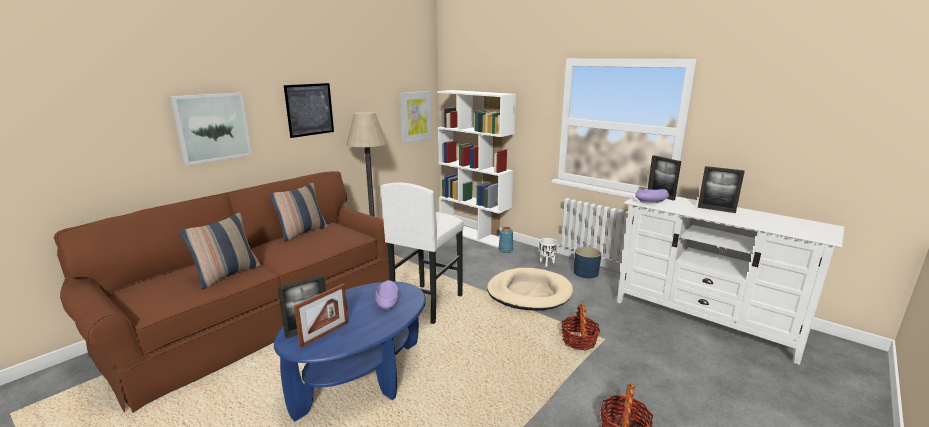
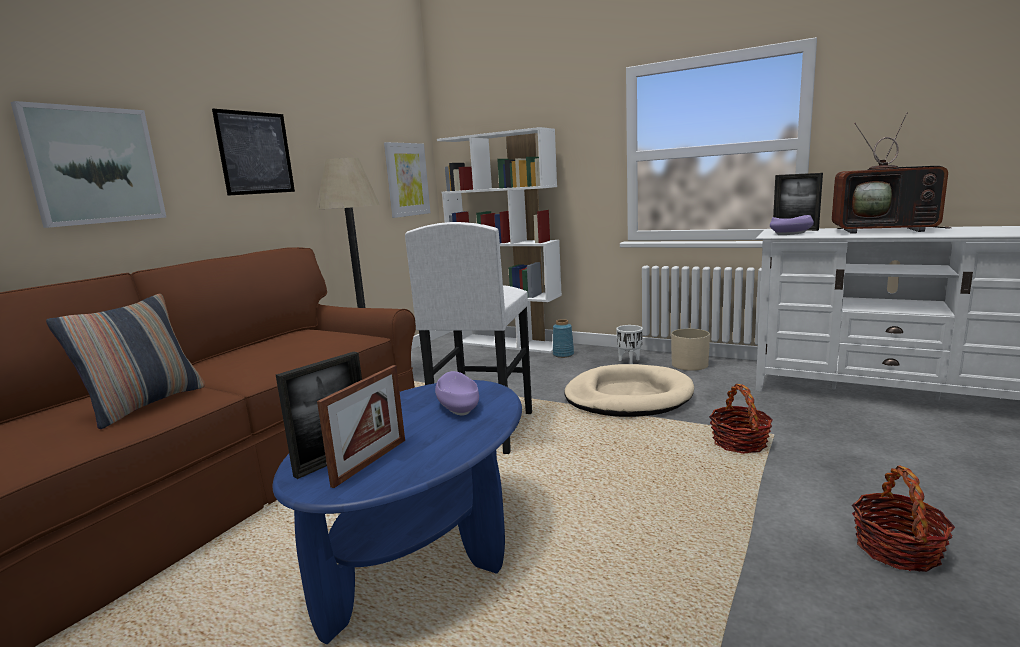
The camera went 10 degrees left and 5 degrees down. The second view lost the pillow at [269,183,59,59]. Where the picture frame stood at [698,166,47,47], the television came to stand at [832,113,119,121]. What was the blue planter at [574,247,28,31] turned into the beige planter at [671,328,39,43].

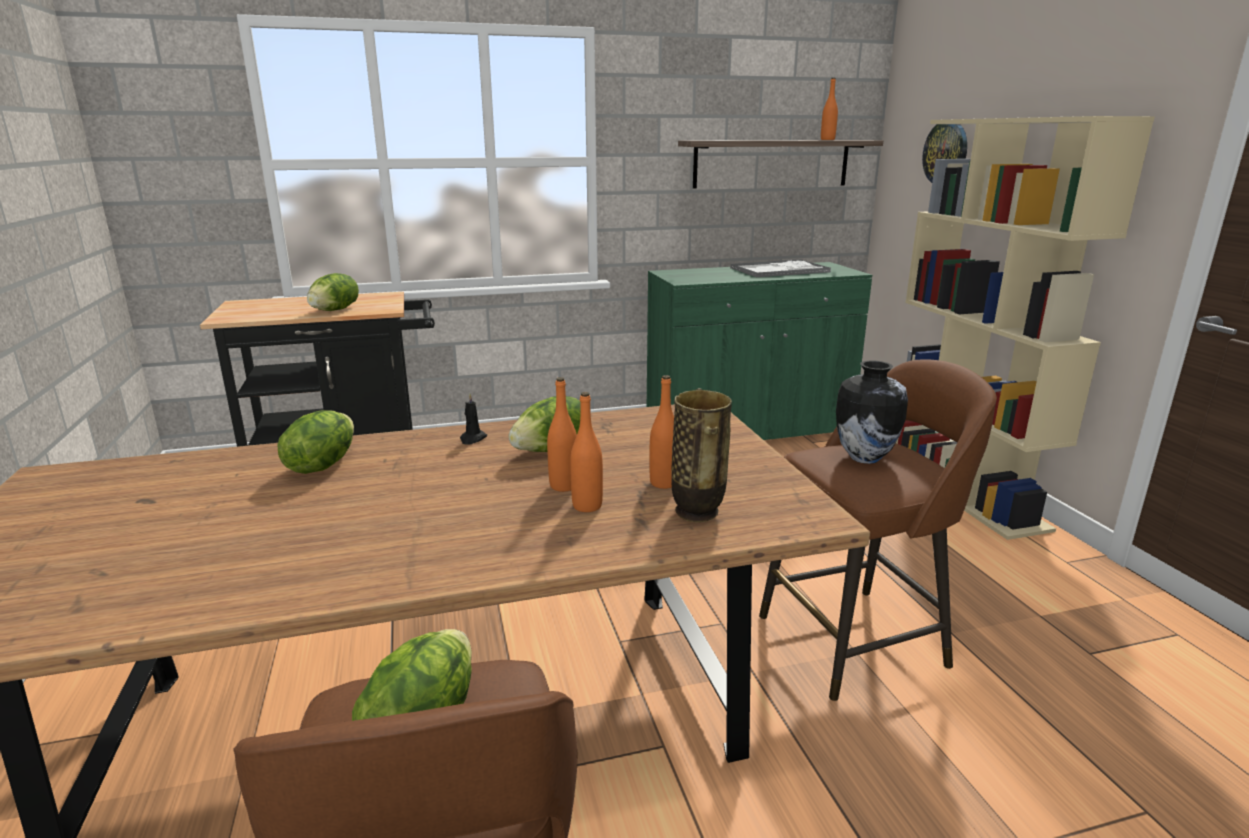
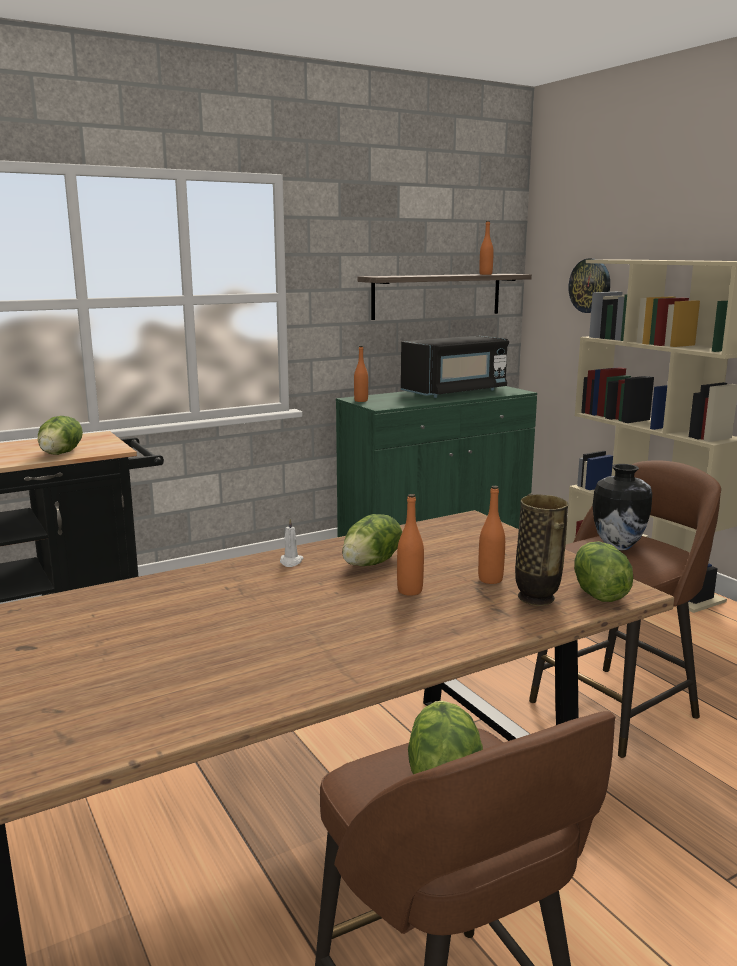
The camera went 15 degrees left and 5 degrees down. The lettuce ended up elsewhere, having gone from [278,410,76,64] to [574,541,59,61]. The orange bottle ended up elsewhere, having gone from [570,392,33,120] to [354,346,14,56]. Where the tray stood at [730,259,101,19], the black microwave came to stand at [401,335,108,63]. What was the black candle at [460,393,27,52] turned into the white candle at [280,519,23,48].

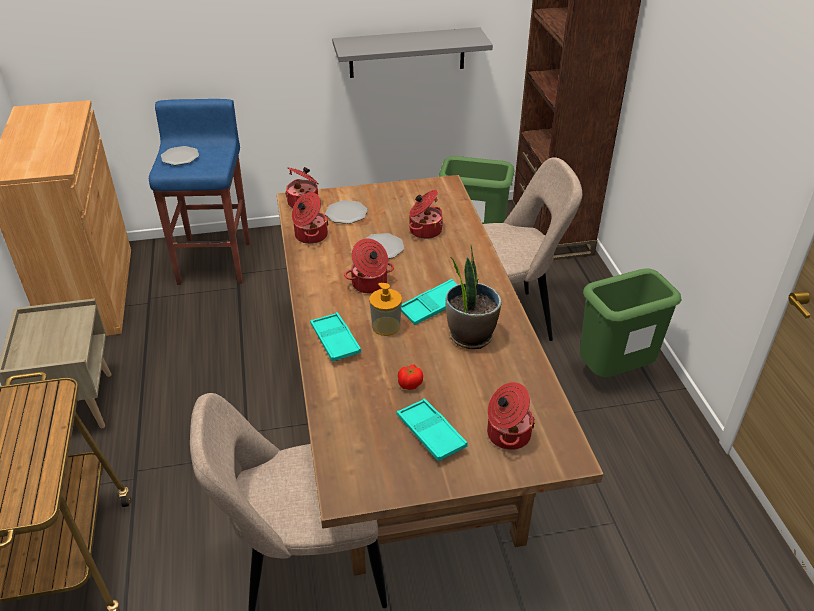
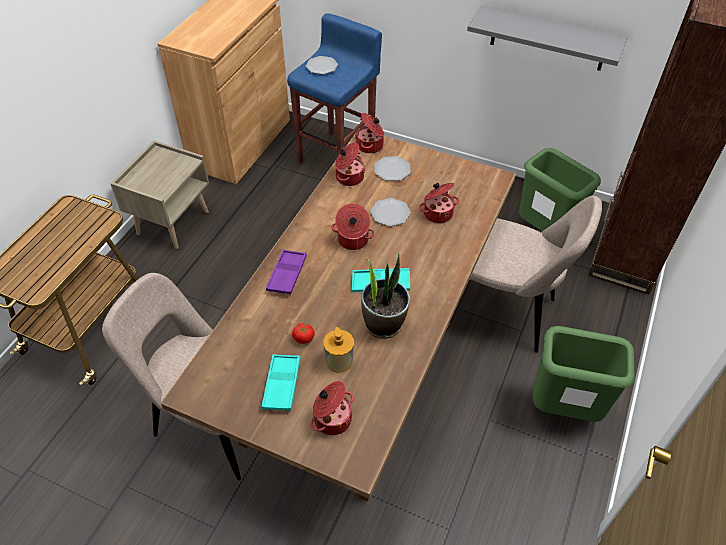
The camera went 35 degrees right and 10 degrees up. The soap dispenser ended up elsewhere, having gone from [369,283,33,53] to [323,327,31,45]. What was the turquoise tray at [310,312,51,50] turned into the purple tray at [266,249,41,45].

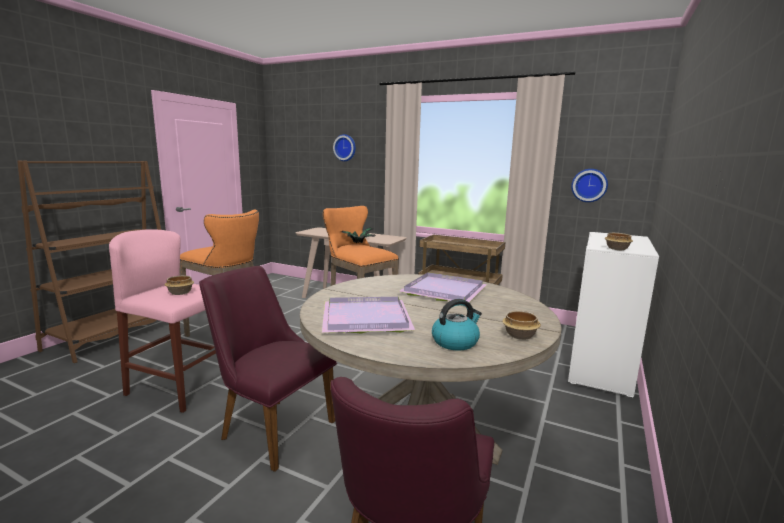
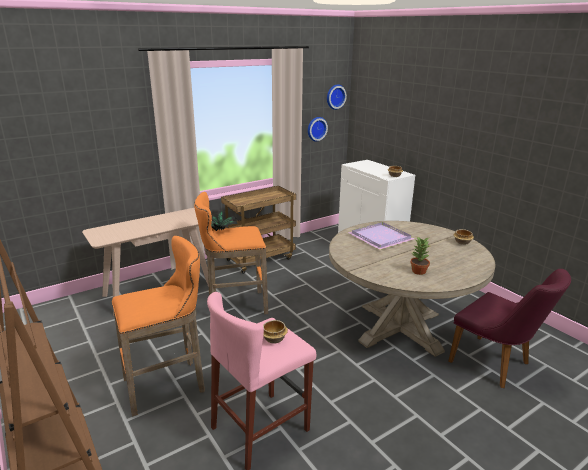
The camera went 60 degrees left and 10 degrees up. The second view lost the purple chair at [199,266,138,206]. The second view lost the kettle at [432,299,50,51]. The wall clock ended up elsewhere, having gone from [333,134,23,27] to [327,84,20,26]. Where the purple tray stood at [322,297,93,37], the potted plant came to stand at [410,237,20,38].

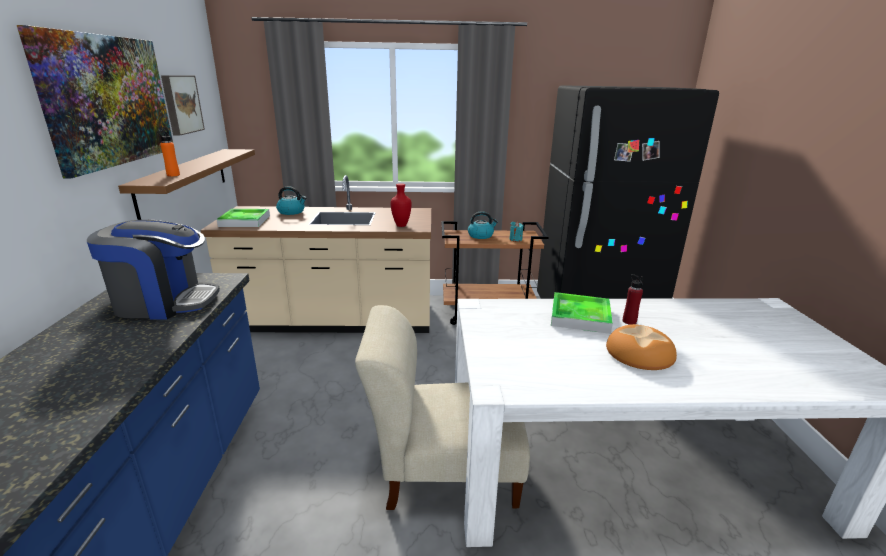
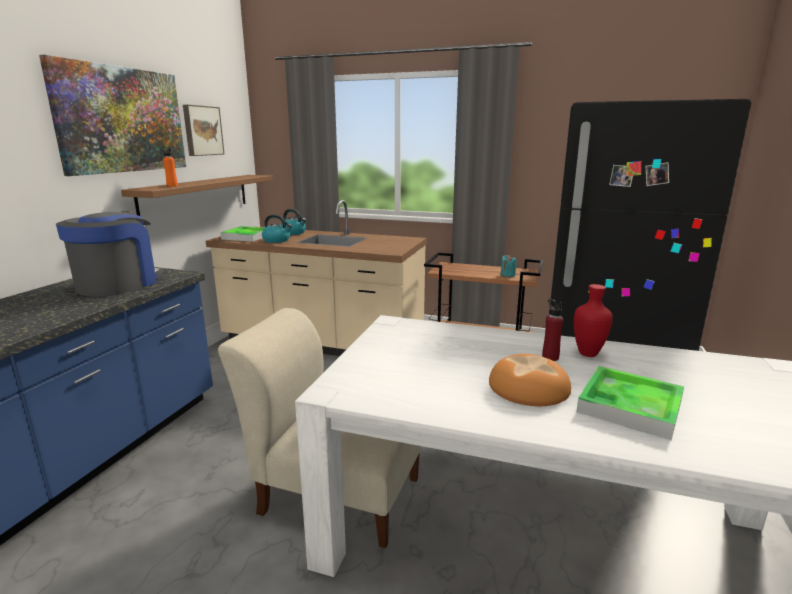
The camera went 20 degrees right and 5 degrees down. The red vase ended up elsewhere, having gone from [391,183,21,44] to [574,284,39,73]. The kettle ended up elsewhere, having gone from [468,211,30,28] to [262,214,30,29]. The tray ended up elsewhere, having gone from [551,292,62,42] to [577,366,107,74]. The coffee machine at [87,220,133,100] ended up facing another way, 90 degrees counterclockwise from before.

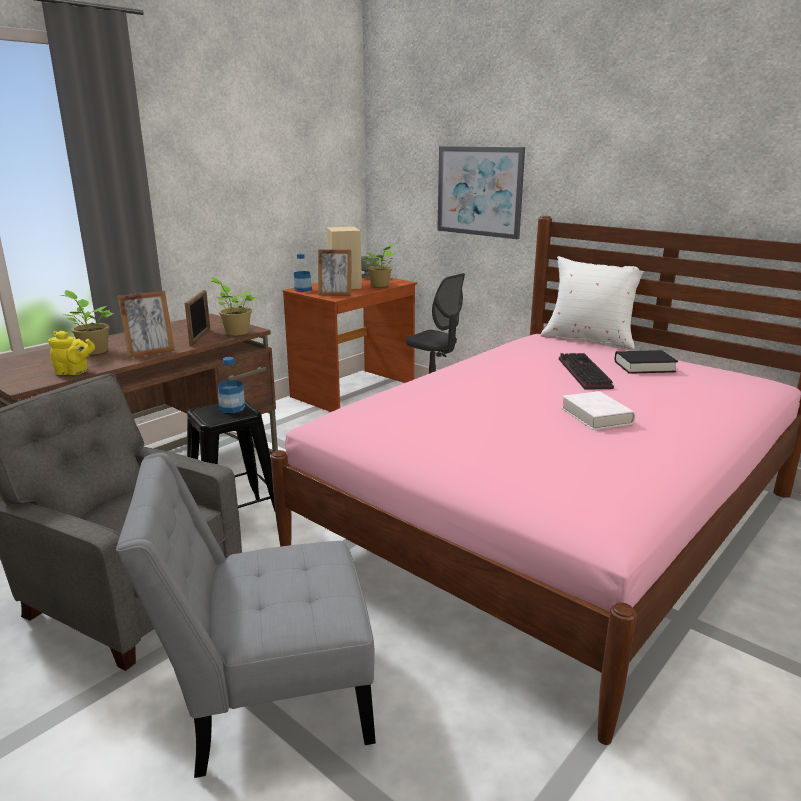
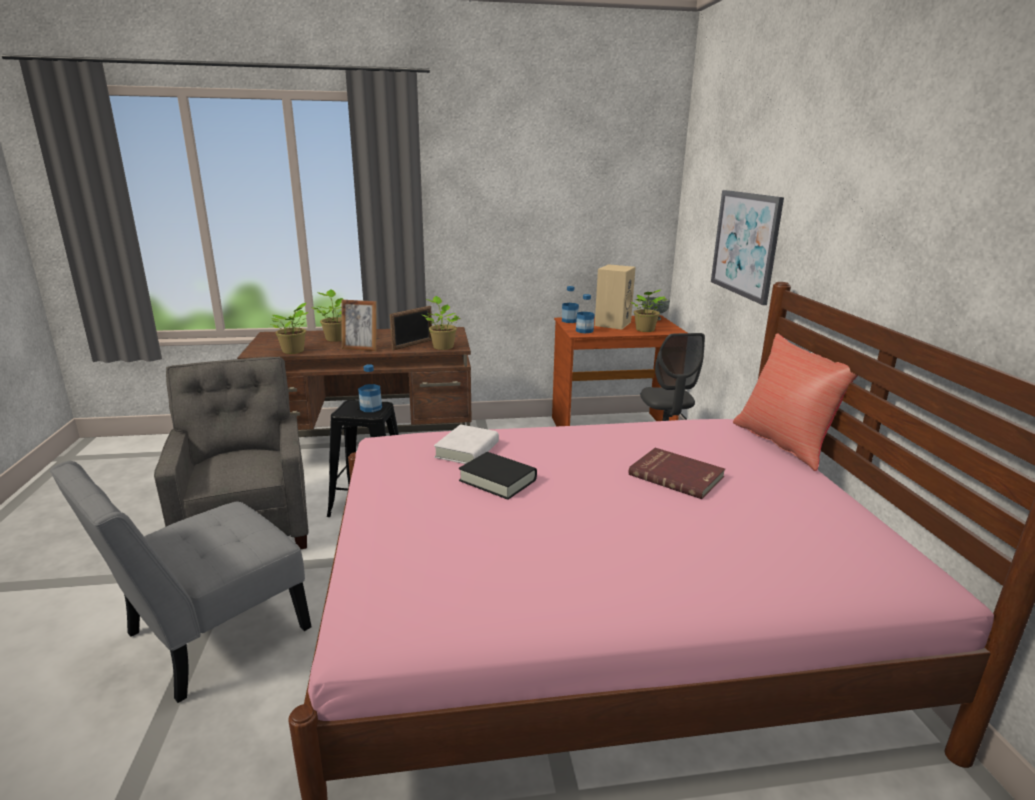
The camera went 40 degrees right and 0 degrees up. The white book ended up elsewhere, having gone from [561,391,74,39] to [434,424,65,40]. The black book ended up elsewhere, having gone from [615,350,63,24] to [459,452,78,48]. Where the yellow teapot stood at [48,331,47,44], the potted plant came to stand at [270,303,39,51]. Where the picture frame stood at [318,249,34,47], the bottle came to stand at [576,294,19,39]. Where the keyboard stood at [559,353,55,37], the red book came to stand at [628,448,97,51]. What was the white pillow at [540,256,104,93] turned into the red pillow at [733,333,125,138]. The grey chair at [116,453,260,325] ended up facing another way, 75 degrees counterclockwise from before.

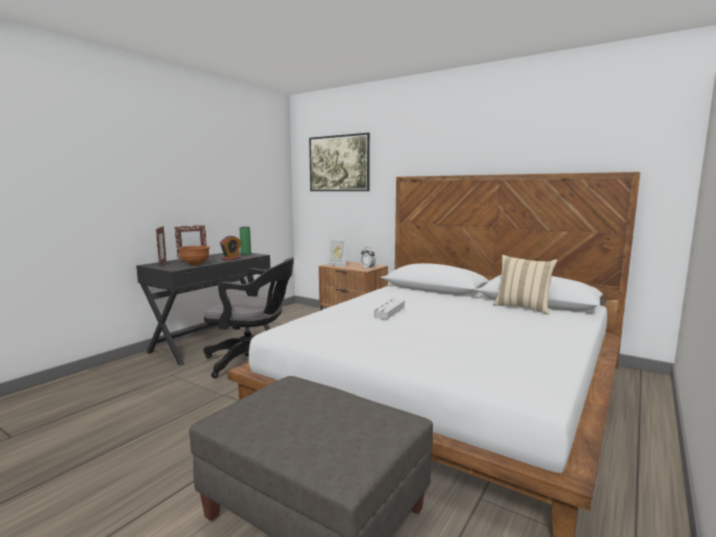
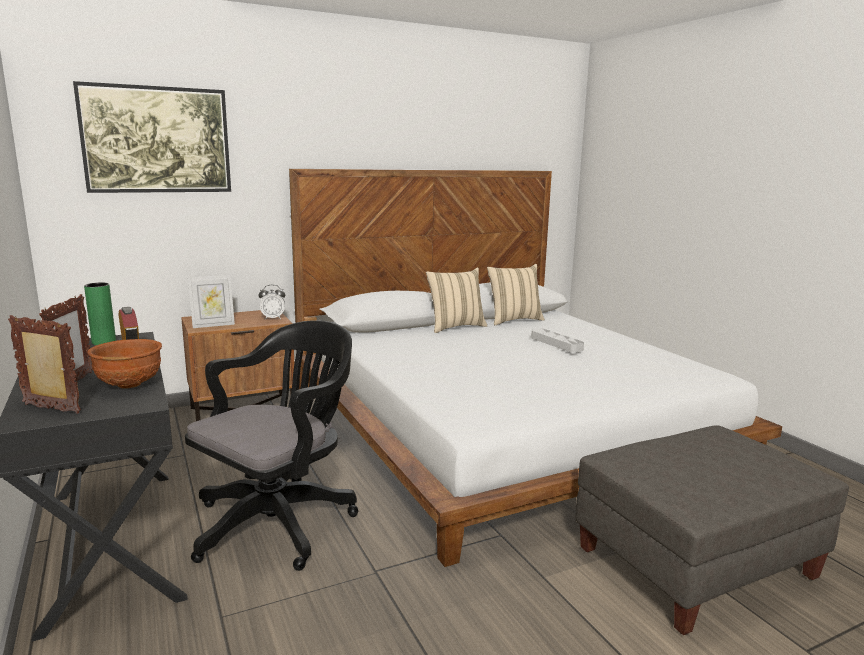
The camera went 60 degrees left and 5 degrees up. The second view gained the beige pillow at [426,267,61,66]. The grey tray ended up elsewhere, having gone from [374,299,31,20] to [531,328,53,25].

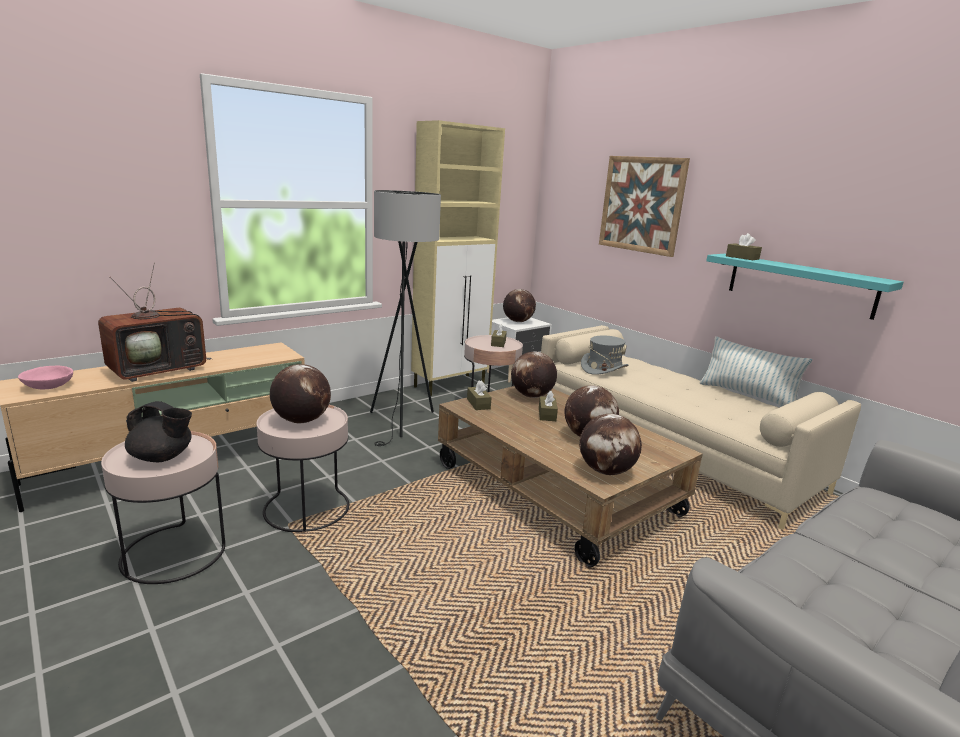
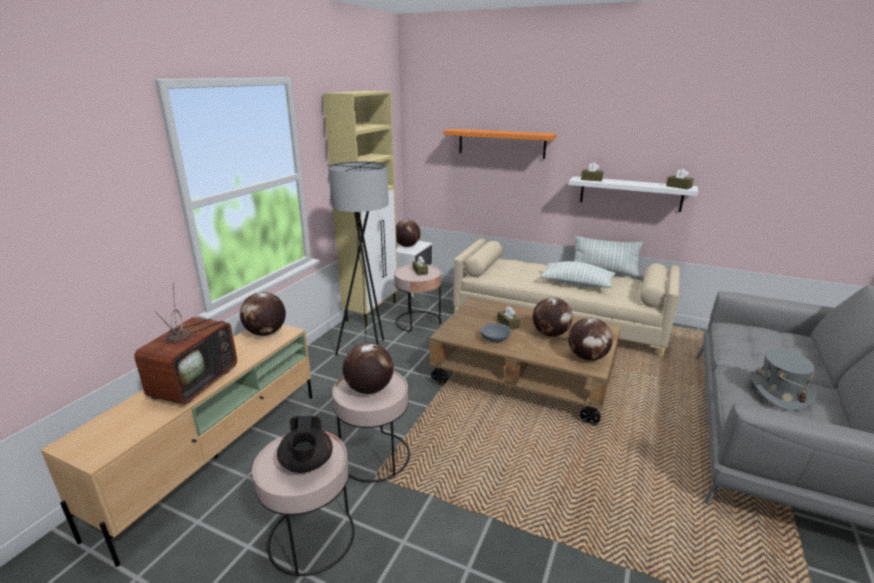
The camera went 25 degrees left and 5 degrees up. The second view lost the pink bowl at [18,366,55,23]. The second view gained the grey bowl at [480,323,31,19]. The second view gained the pillow at [540,261,75,27]. The brown tissue box ended up elsewhere, having gone from [467,380,24,30] to [666,169,28,20]. The globe ended up elsewhere, having gone from [511,351,46,47] to [240,292,46,44]. The grey hat ended up elsewhere, having gone from [581,336,48,39] to [750,349,66,62]. Where the picture hung at [599,156,91,101], the orange shelf came to hang at [444,129,113,30]. What was the turquoise shelf at [706,254,198,66] turned into the white shelf at [569,176,129,36]. The black teapot at [125,401,67,61] ended up facing another way, 90 degrees clockwise from before.

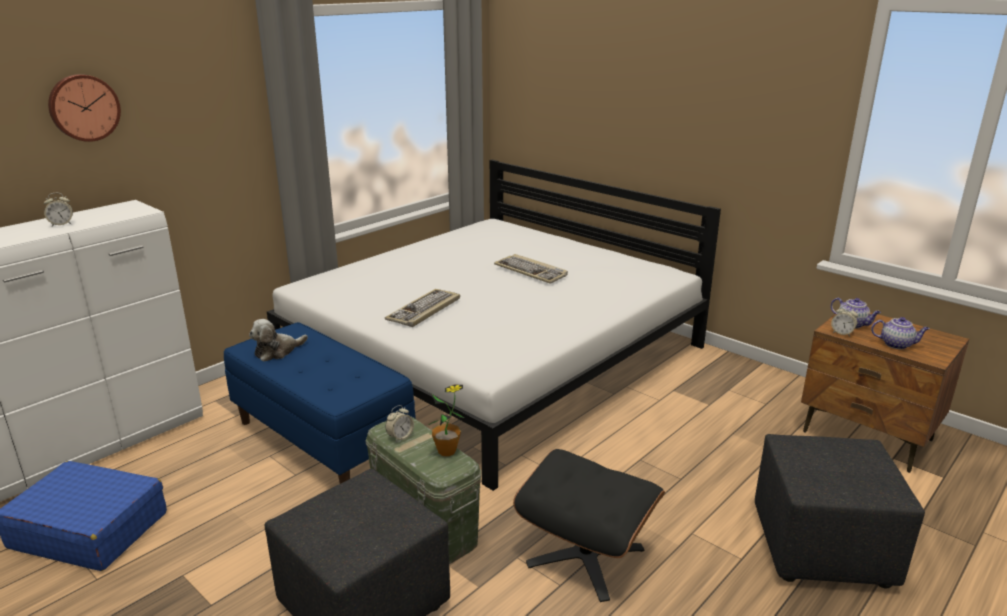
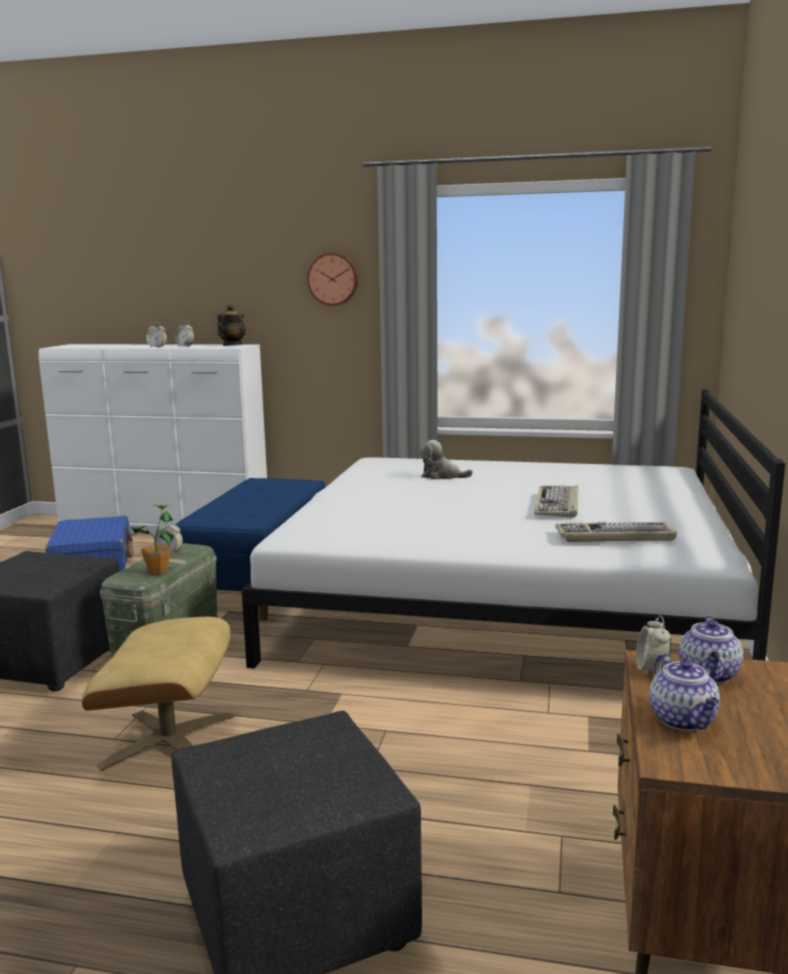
The camera went 60 degrees right and 10 degrees down. The second view gained the alarm clock at [146,323,21,24]. The second view gained the teapot at [217,304,29,42]. The wall clock ended up elsewhere, having gone from [48,74,73,68] to [307,253,51,53]. The plush toy ended up elsewhere, having gone from [249,319,59,43] to [419,440,54,39]. The keyboard ended up elsewhere, having gone from [385,289,75,38] to [555,522,122,20]. What was the black ottoman at [513,449,152,153] turned into the beige ottoman at [82,617,152,154].

